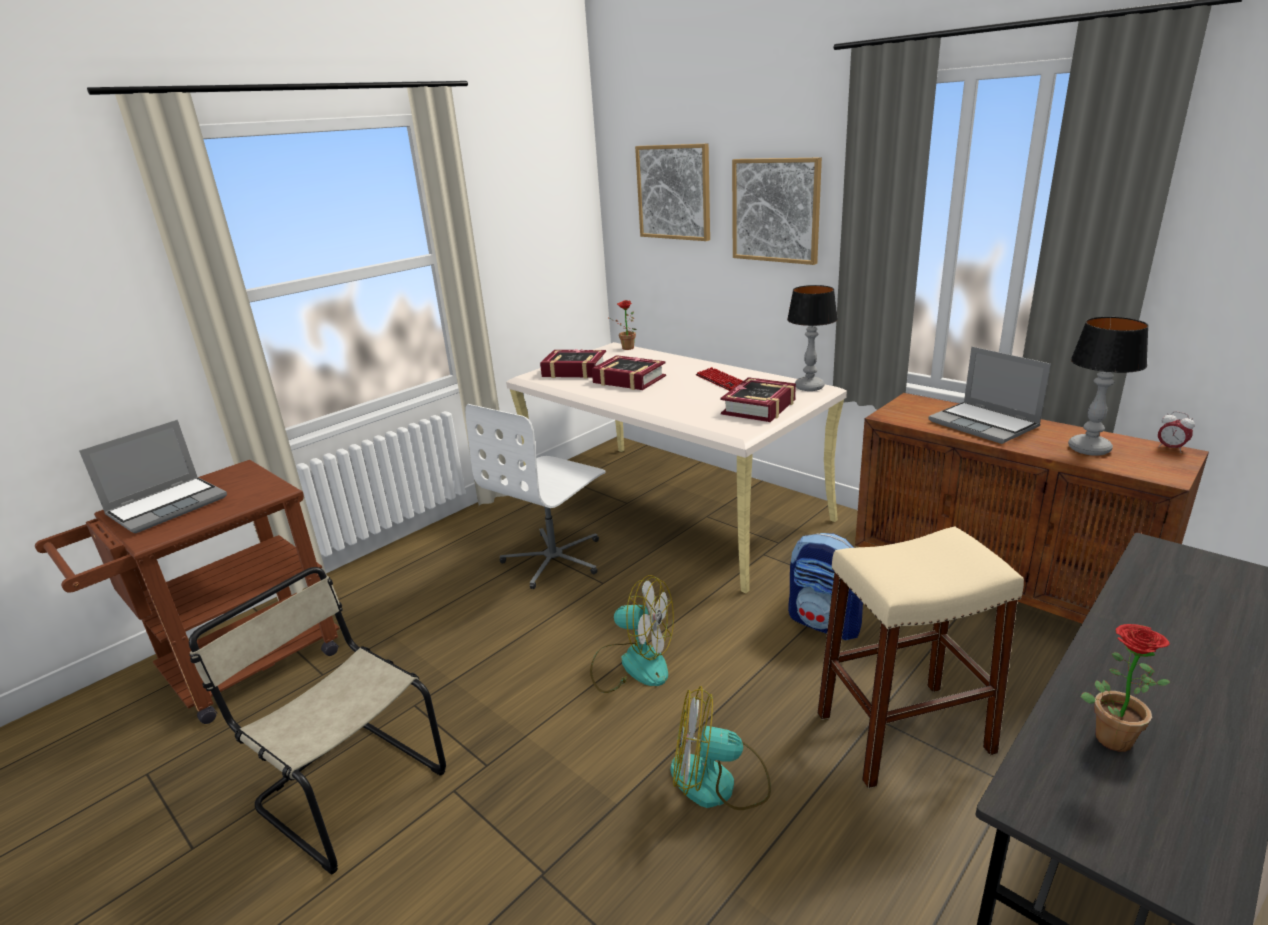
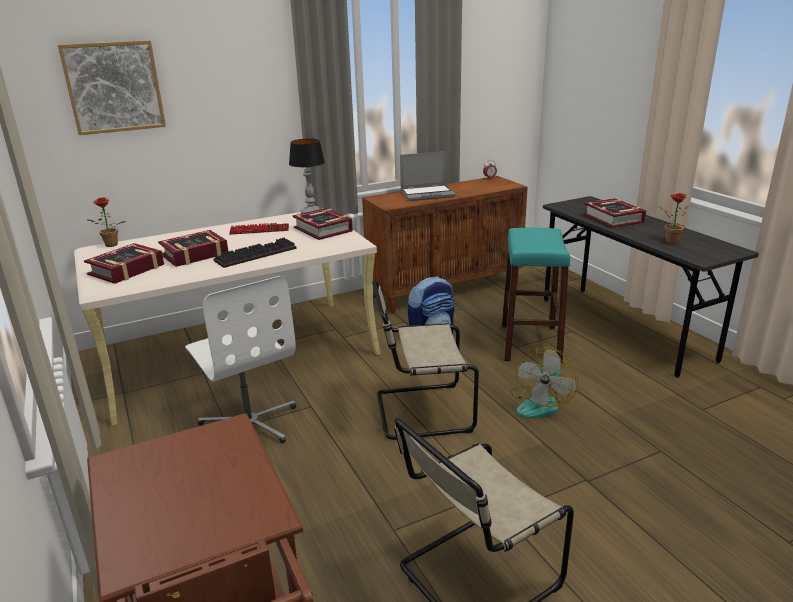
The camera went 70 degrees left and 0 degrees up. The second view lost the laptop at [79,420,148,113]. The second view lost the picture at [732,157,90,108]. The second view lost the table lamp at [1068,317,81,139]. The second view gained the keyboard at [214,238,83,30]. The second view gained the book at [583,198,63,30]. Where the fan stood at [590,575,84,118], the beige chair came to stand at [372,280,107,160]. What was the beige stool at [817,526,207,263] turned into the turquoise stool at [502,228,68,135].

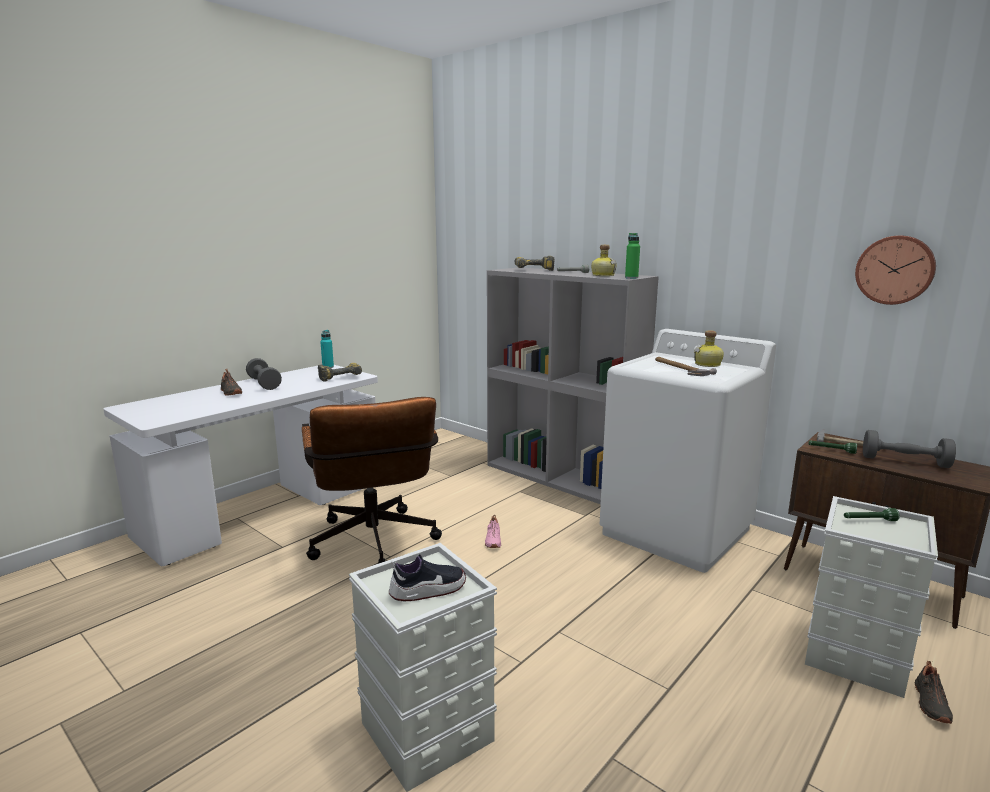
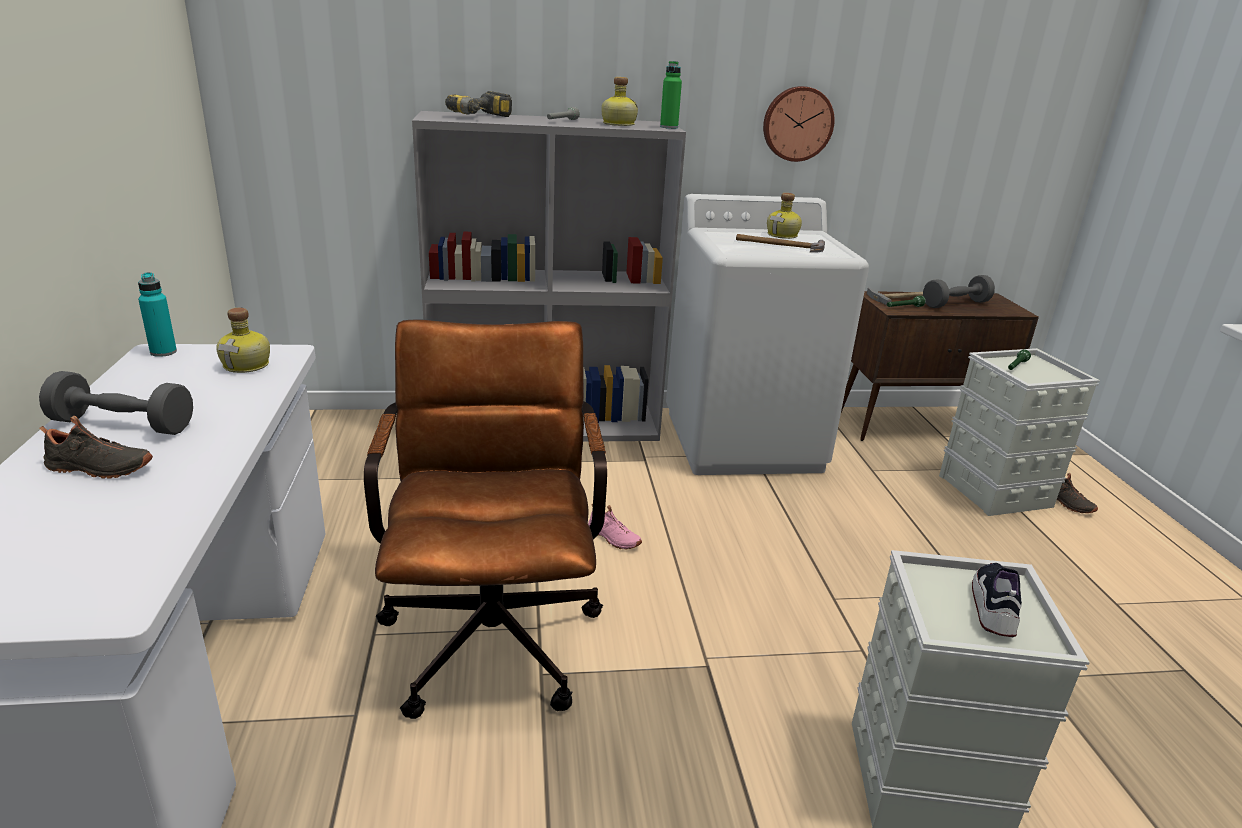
The camera went 50 degrees left and 10 degrees up. The wall clock ended up elsewhere, having gone from [855,236,81,69] to [763,86,72,76]. Where the power drill stood at [318,363,44,19], the bottle came to stand at [216,308,54,65]. The brown office chair at [302,397,140,167] ended up facing another way, 120 degrees counterclockwise from before.

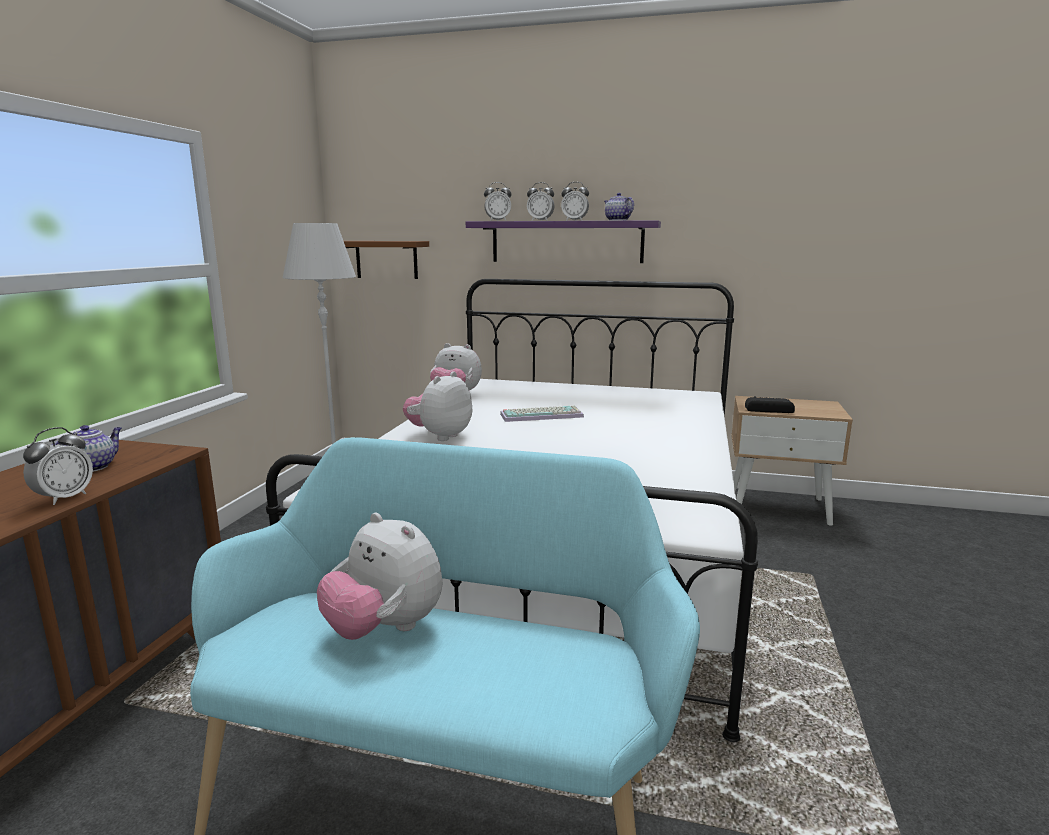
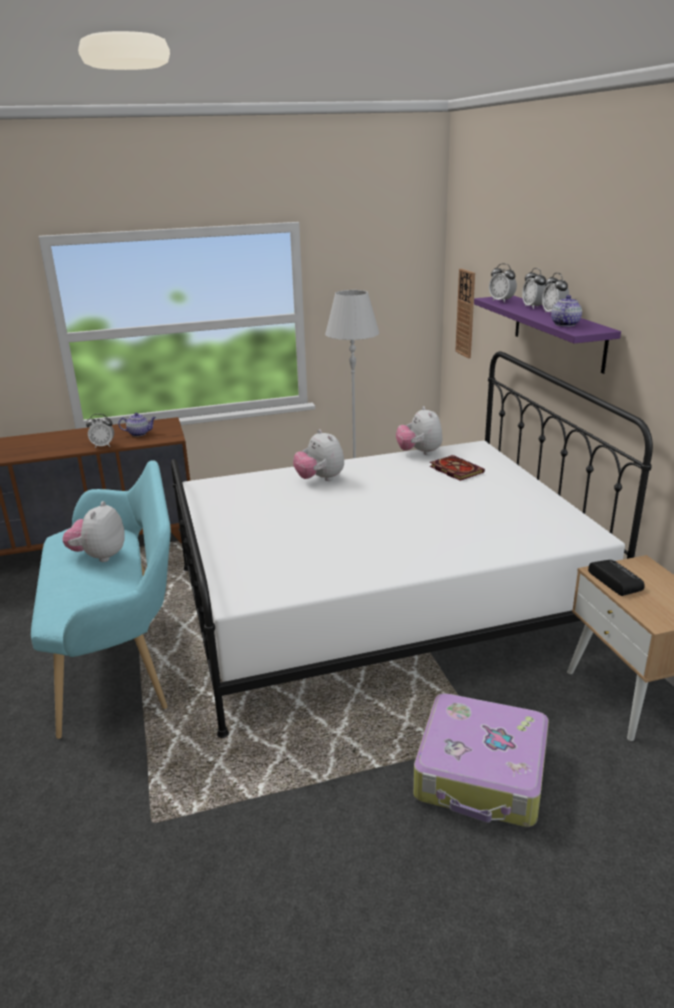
The camera went 60 degrees right and 10 degrees up. The second view lost the keyboard at [500,406,84,16]. The second view gained the suitcase at [413,694,136,133]. The second view gained the book at [430,455,55,26]. Where the brown shelf hung at [344,241,85,38], the wall clock came to hang at [455,269,20,90]. The plush toy at [403,371,69,70] ended up facing another way, 120 degrees counterclockwise from before.

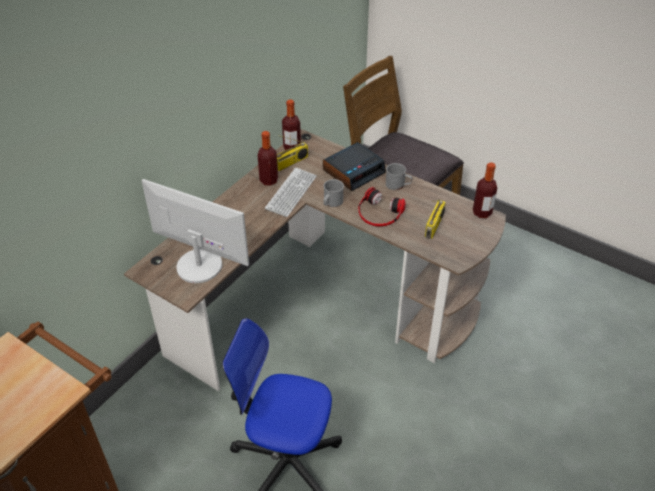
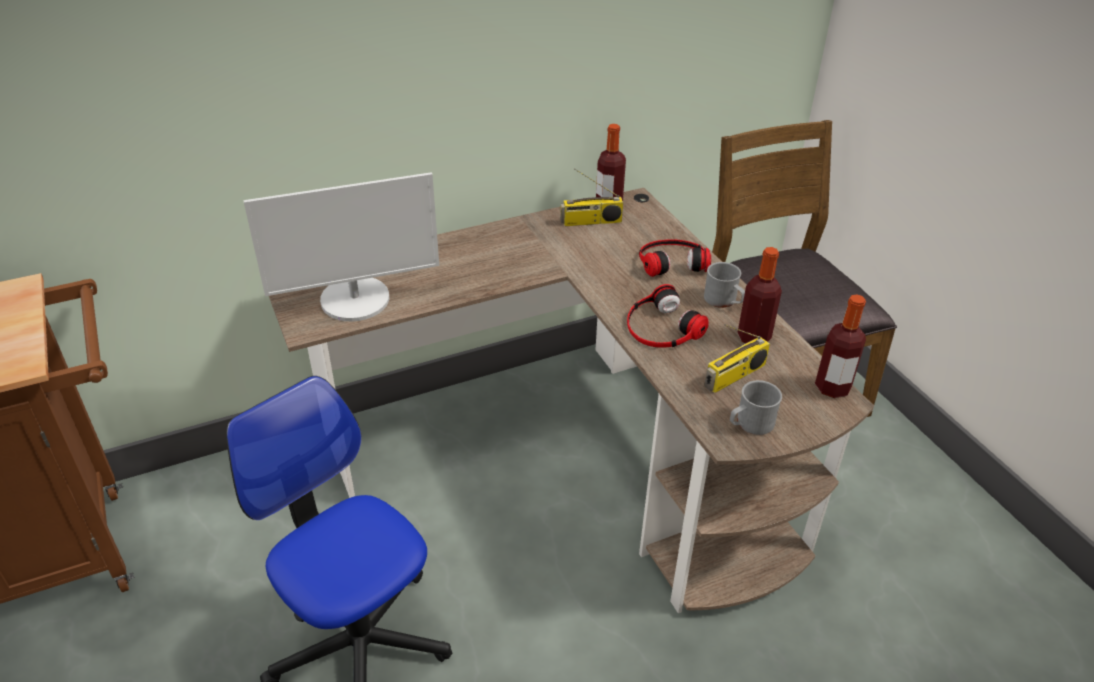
The camera went 30 degrees right and 5 degrees down. The second view lost the keyboard at [265,168,52,49]. The bottle ended up elsewhere, having gone from [258,131,20,55] to [737,247,45,96]. The grey mug ended up elsewhere, having gone from [323,179,21,28] to [730,380,52,55]. Where the alarm clock stood at [323,142,63,49], the headphones came to stand at [639,239,72,38]. The monitor at [141,179,108,104] ended up facing another way, 105 degrees clockwise from before.

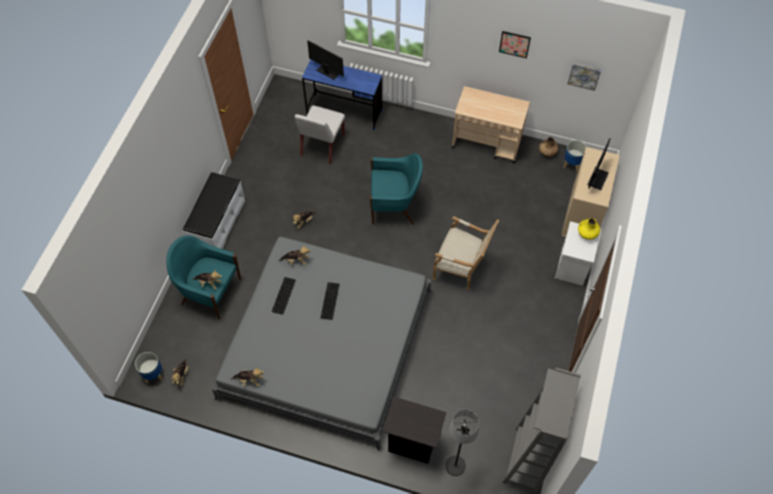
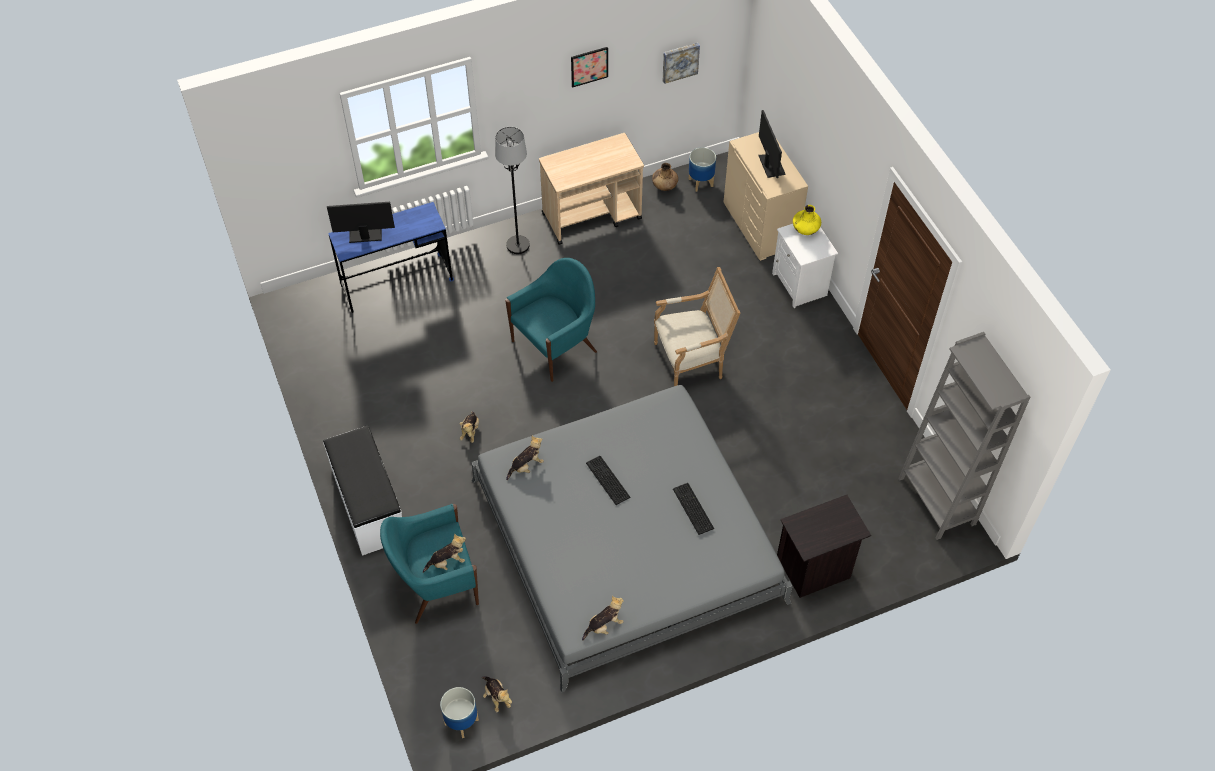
The camera went 40 degrees left and 5 degrees down. The second view lost the white chair at [295,106,50,58]. The keyboard ended up elsewhere, having gone from [272,277,24,38] to [673,483,41,52]. The black floor lamp ended up elsewhere, having gone from [445,410,34,66] to [495,127,35,127].

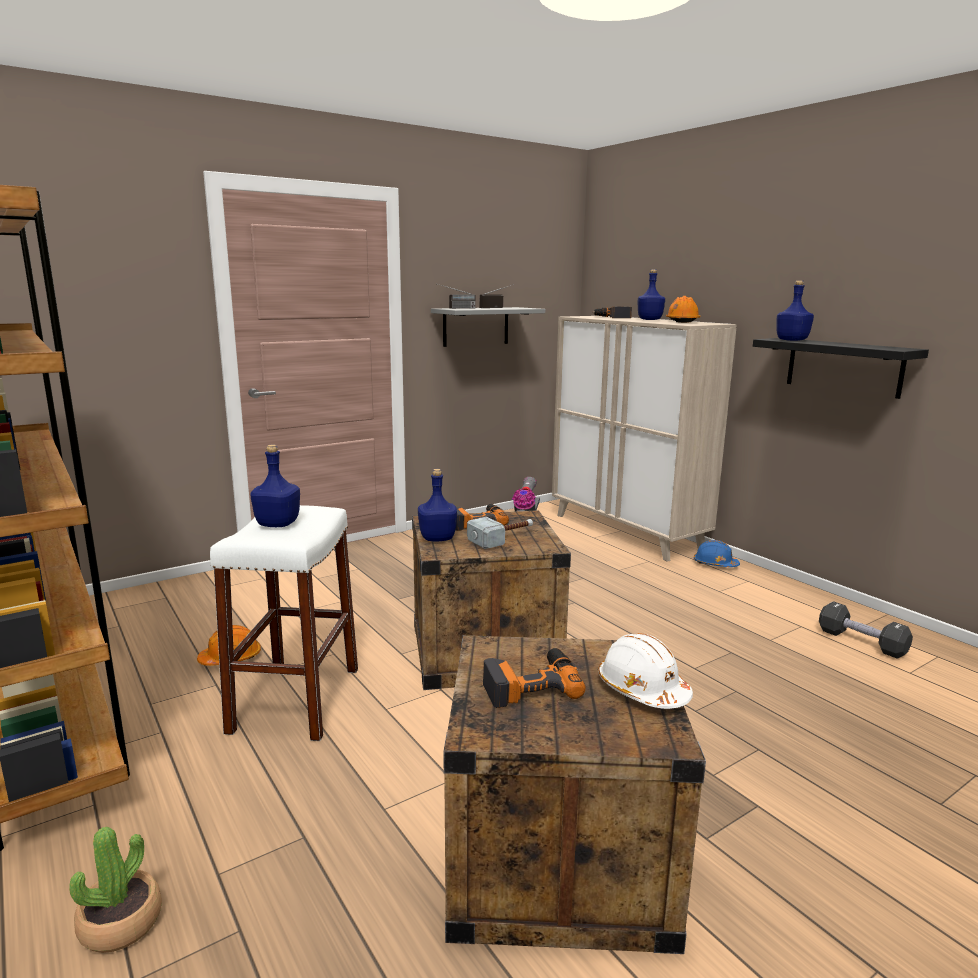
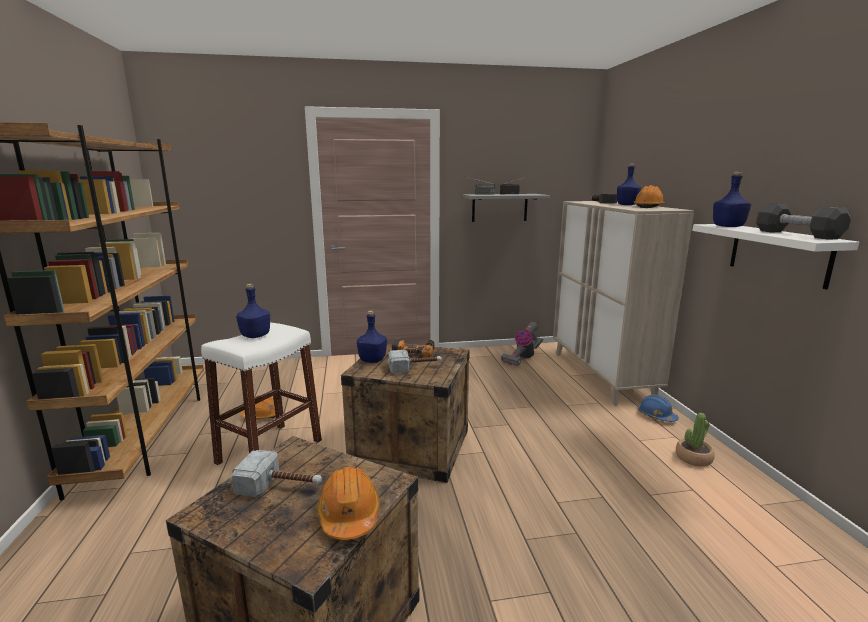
The camera went 25 degrees right and 0 degrees up. The potted plant ended up elsewhere, having gone from [69,827,93,126] to [676,413,39,54]. The black dumbbell ended up elsewhere, having gone from [819,601,94,58] to [756,203,95,37]. Where the power drill stood at [483,648,103,60], the hammer came to stand at [231,450,91,47]. What was the white hard hat at [598,633,95,76] turned into the orange hard hat at [317,466,63,74]. What was the black shelf at [753,338,176,61] turned into the white shelf at [692,224,167,66].

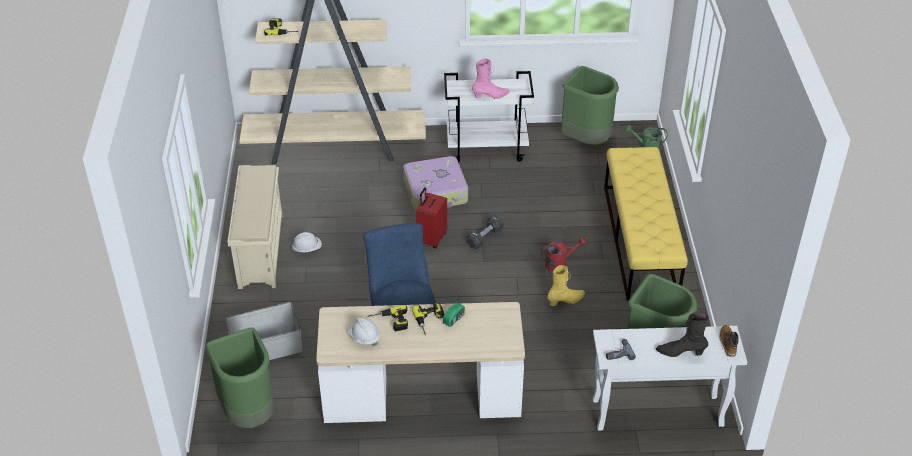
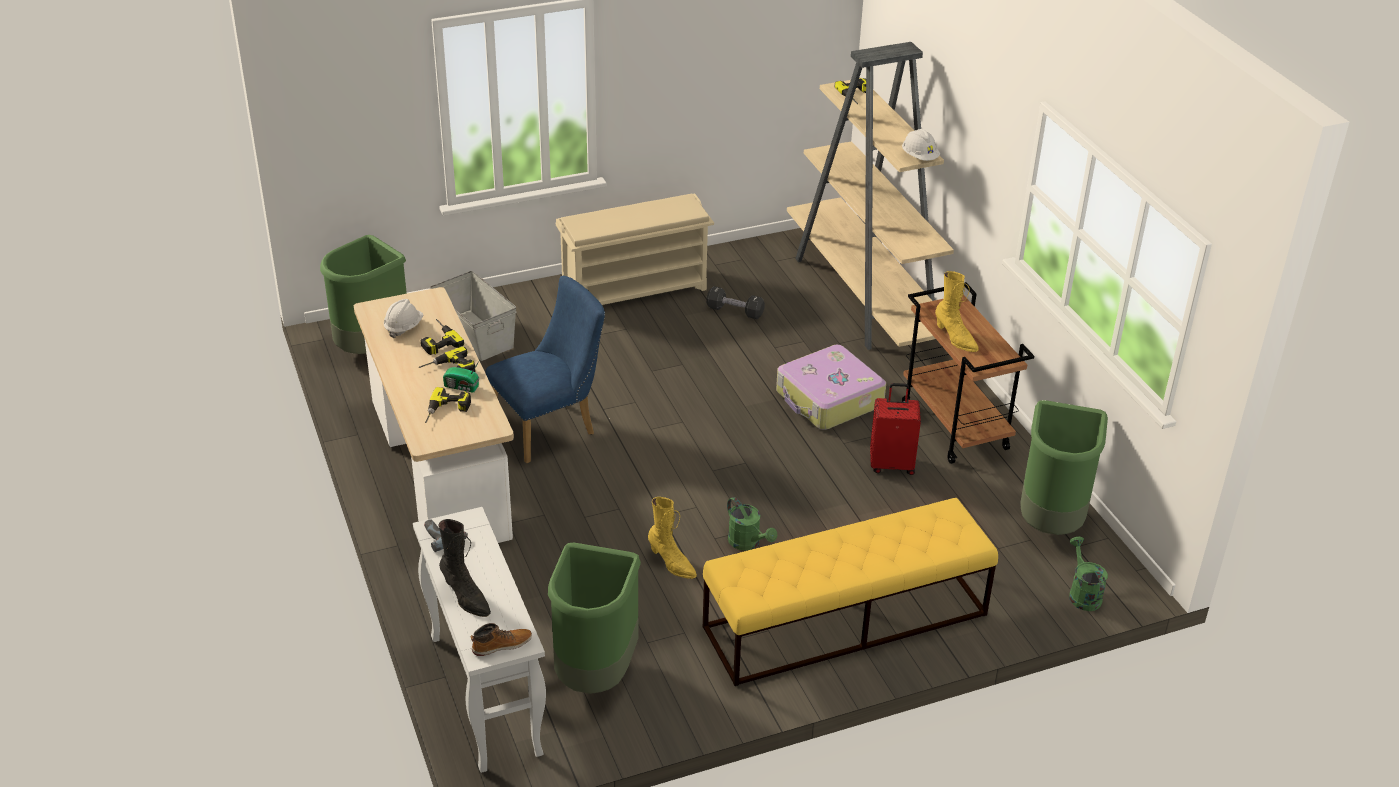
The camera went 70 degrees right and 5 degrees down. The second view gained the power drill at [425,387,46,36]. The white hard hat ended up elsewhere, having gone from [292,232,30,20] to [902,129,38,32]. The red suitcase ended up elsewhere, having gone from [416,187,31,62] to [870,383,51,92]. The black dumbbell ended up elsewhere, having gone from [467,215,36,34] to [706,286,59,33]. What was the white cart at [444,71,90,92] turned into the brown cart at [902,282,132,182]. What was the pink boot at [472,58,38,41] turned into the yellow boot at [935,271,44,81]. What was the red watering can at [541,237,45,34] turned into the green watering can at [727,497,50,54]. The black boot at [656,312,53,45] ended up facing another way, 150 degrees clockwise from before.

